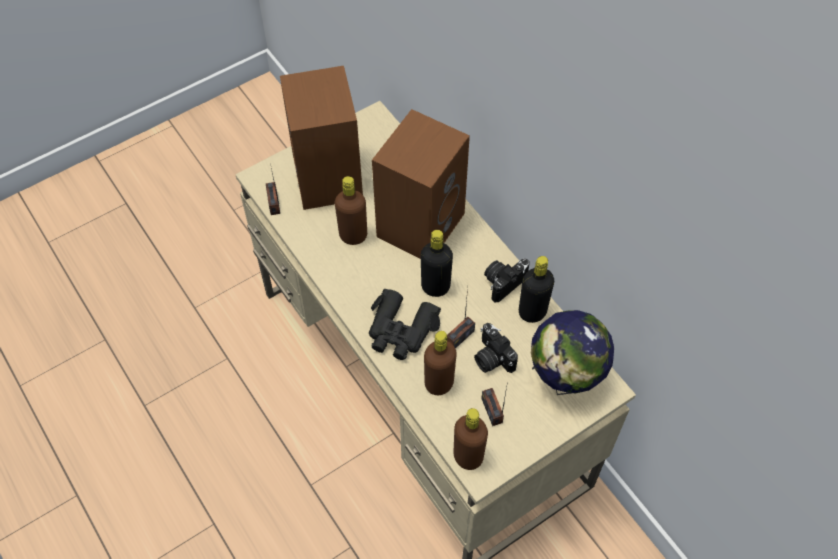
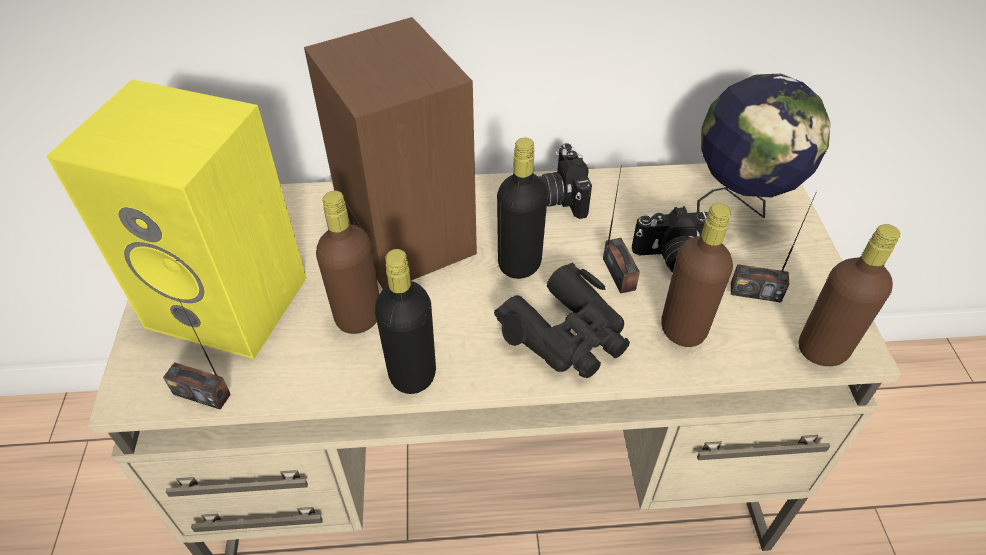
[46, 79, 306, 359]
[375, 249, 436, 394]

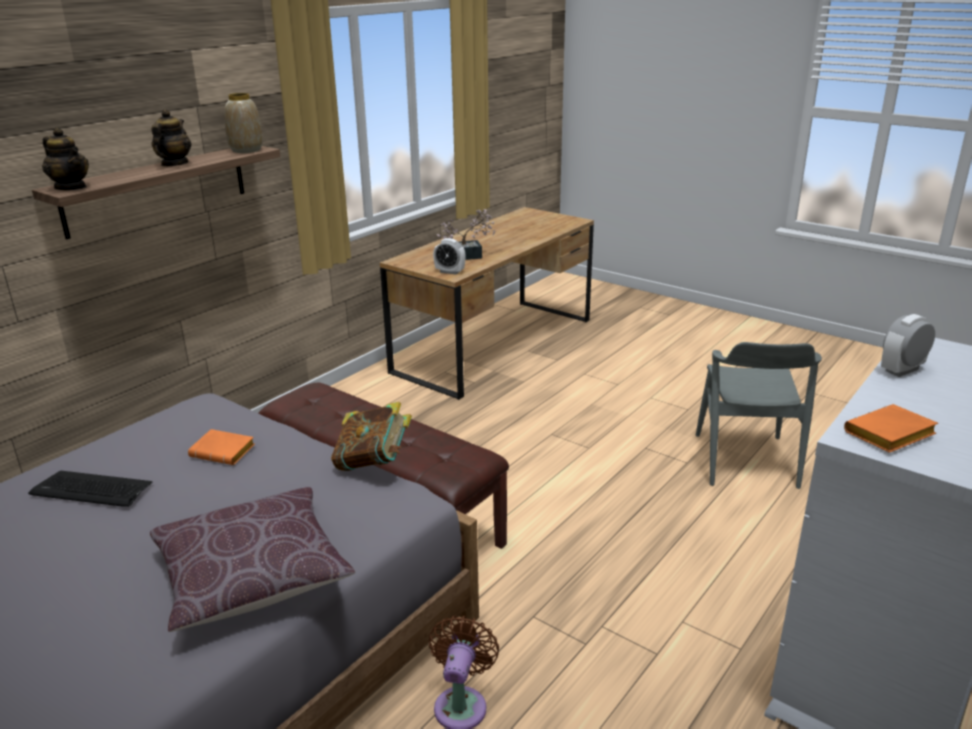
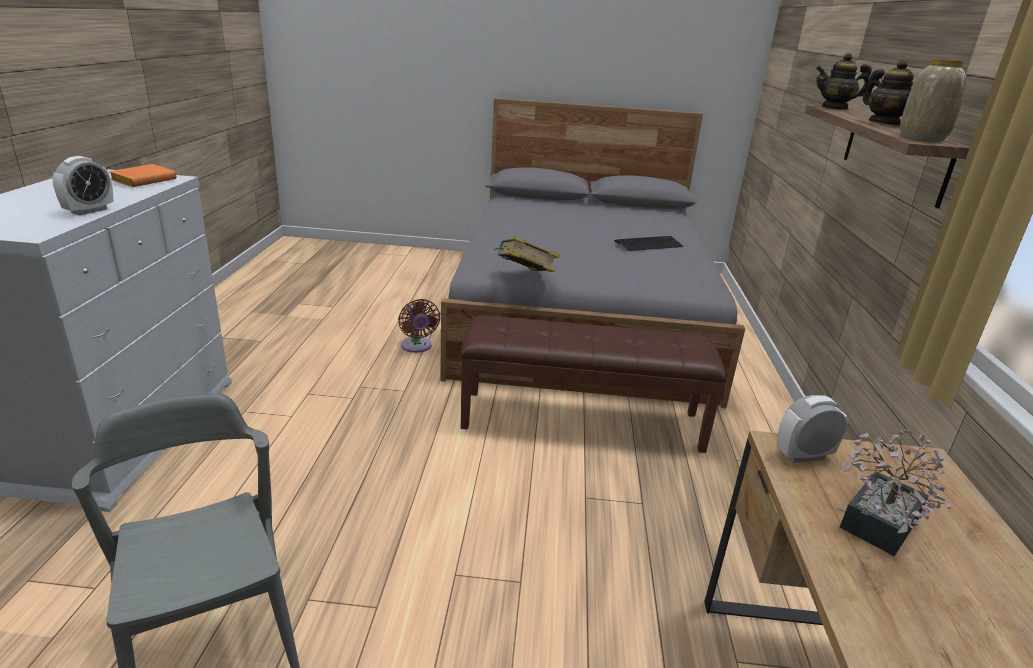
[150, 487, 355, 632] (first image)
[188, 429, 255, 465] (first image)

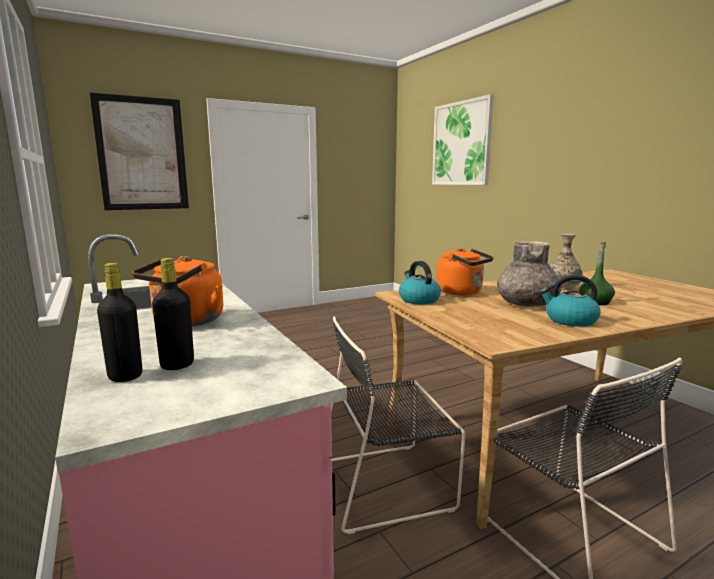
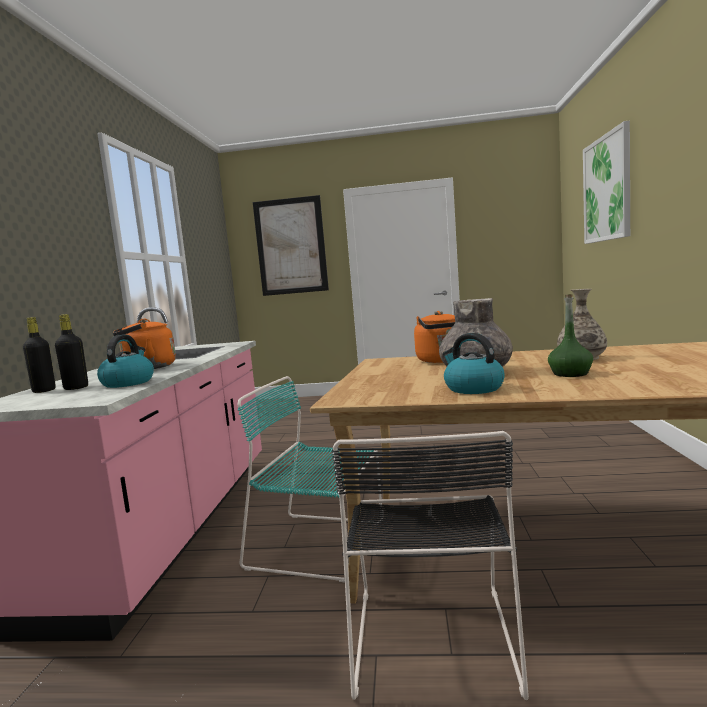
[238, 376, 383, 582]
[97, 334, 154, 388]

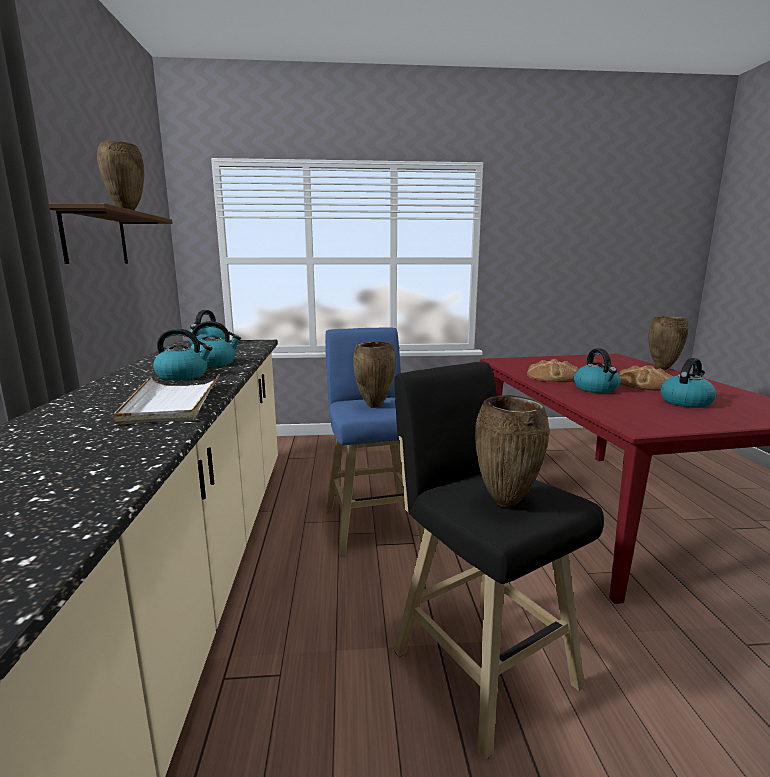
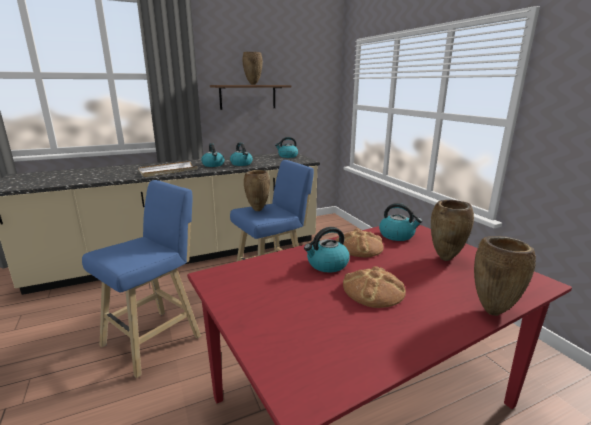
[82, 180, 201, 378]
[431, 200, 474, 261]
[379, 203, 422, 241]

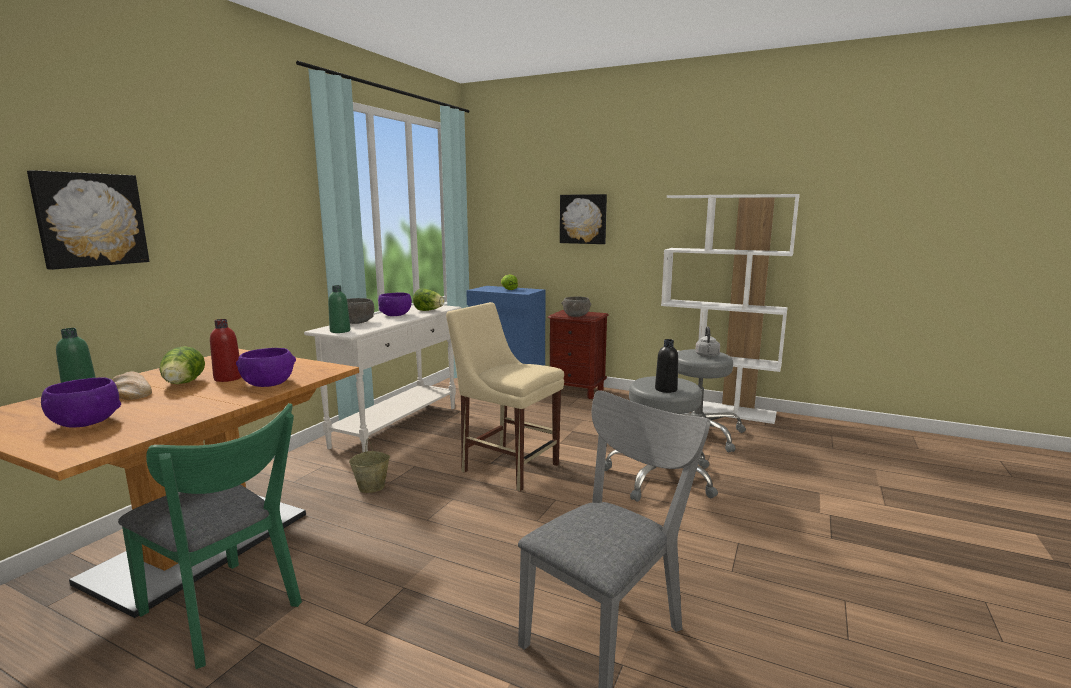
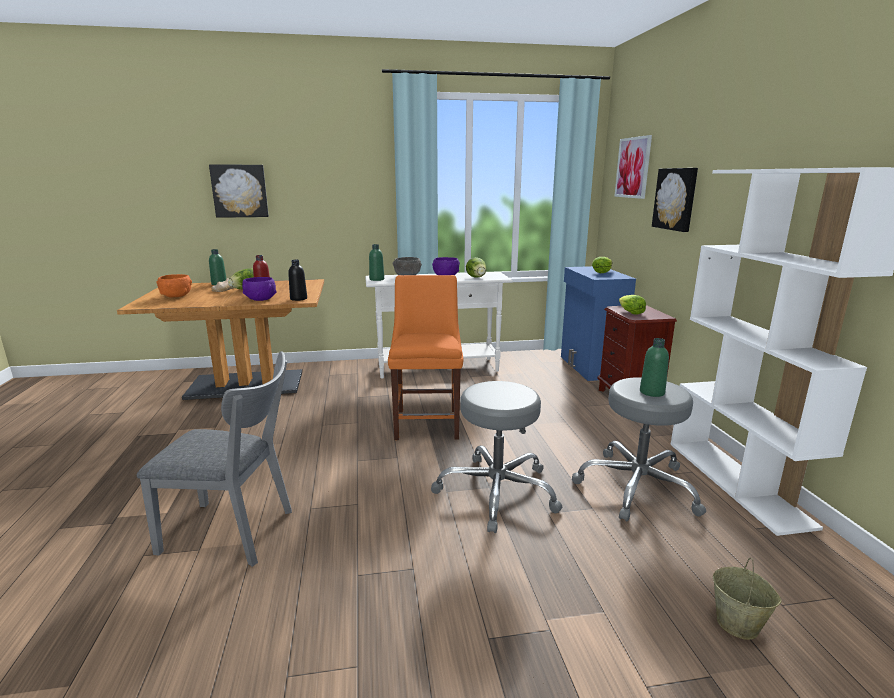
[156, 274, 192, 297]
[118, 403, 302, 669] (first image)
[713, 558, 782, 640]
[388, 275, 463, 440]
[619, 295, 646, 315]
[288, 260, 307, 301]
[640, 338, 669, 397]
[614, 135, 652, 199]

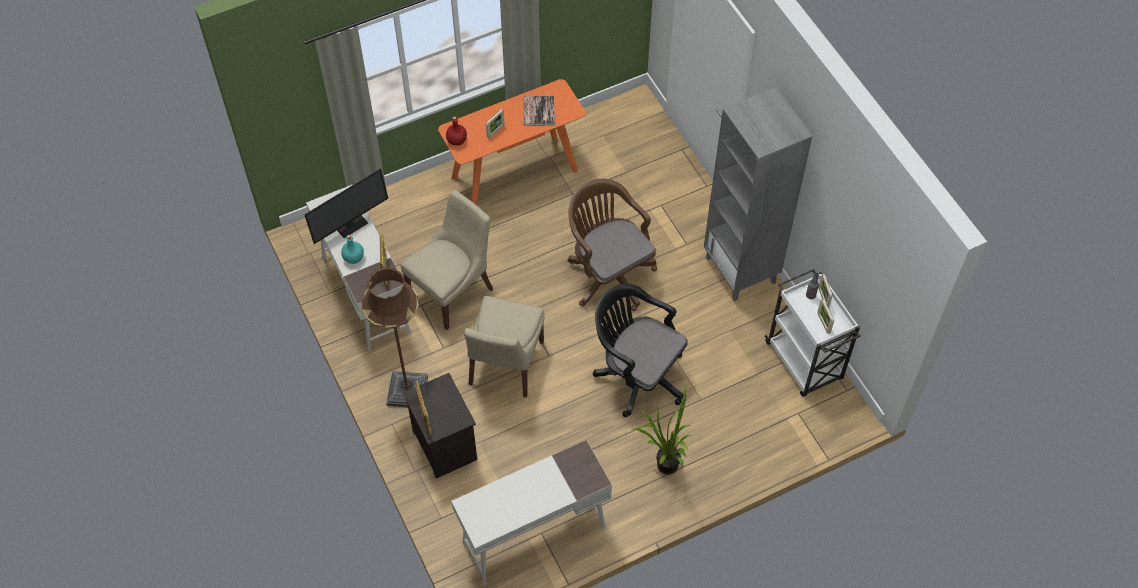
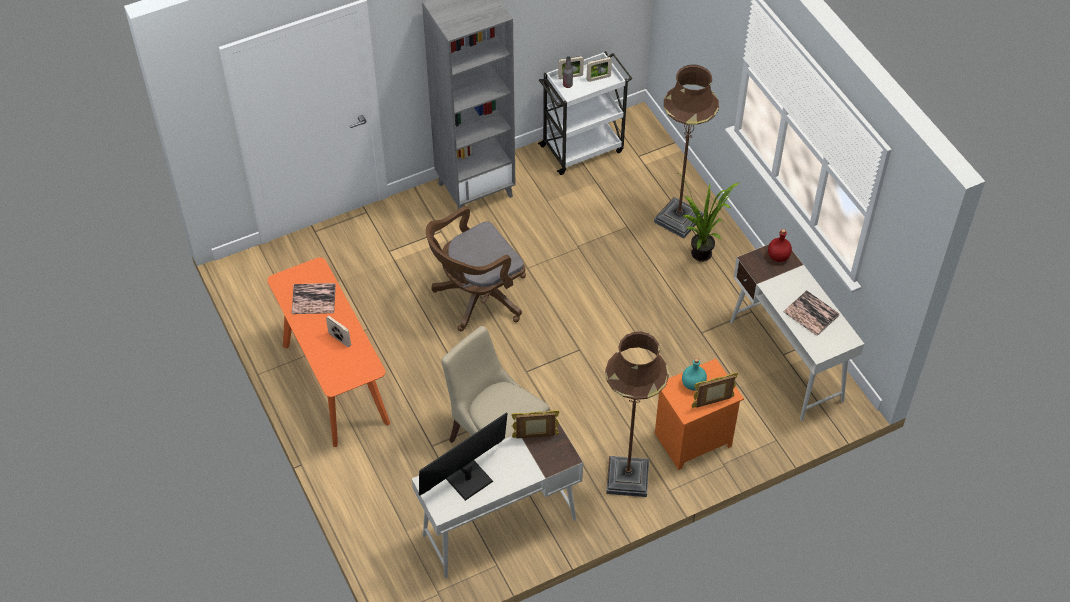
[419, 412, 508, 501]
[682, 358, 707, 391]
[655, 359, 744, 470]
[768, 229, 792, 262]
[464, 296, 545, 398] (first image)
[593, 284, 688, 417] (first image)
[654, 65, 719, 238]
[784, 290, 840, 336]

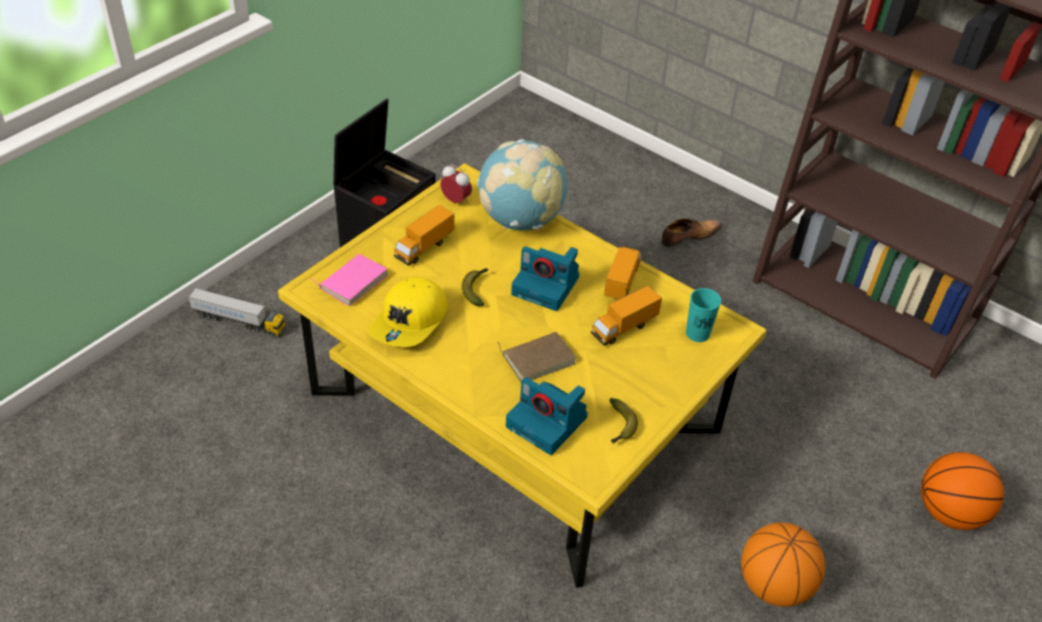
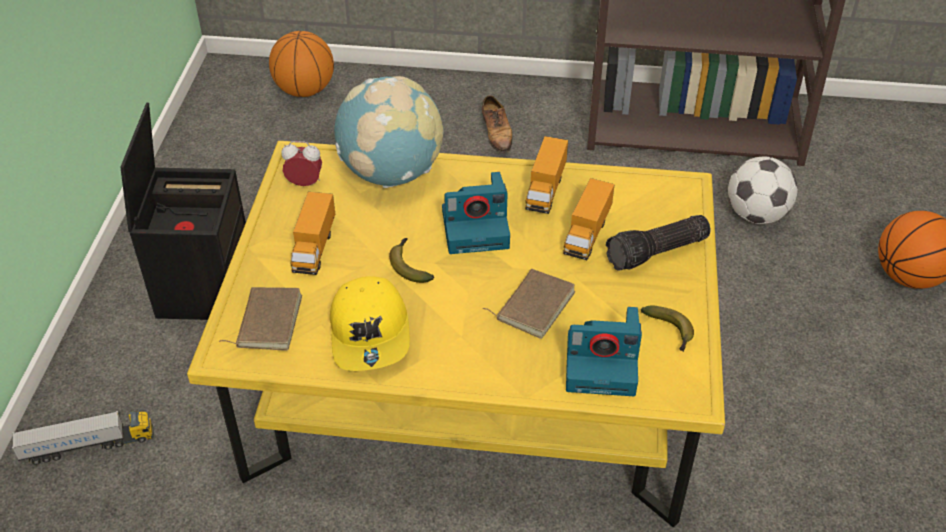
[219, 287, 302, 351]
[525, 136, 568, 214]
[482, 95, 512, 153]
[686, 288, 721, 342] (first image)
[269, 31, 334, 97]
[606, 215, 711, 271]
[728, 157, 798, 224]

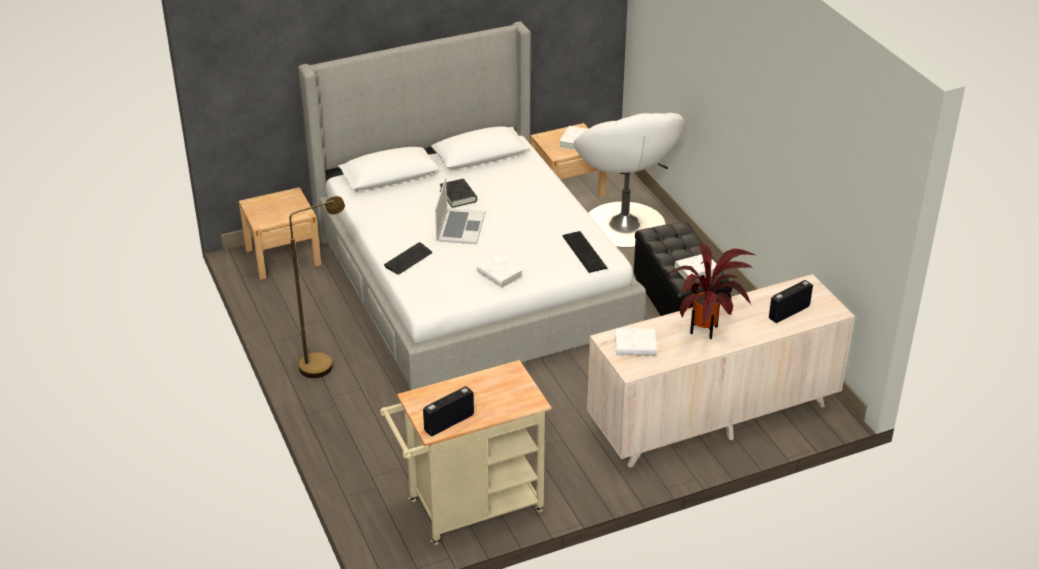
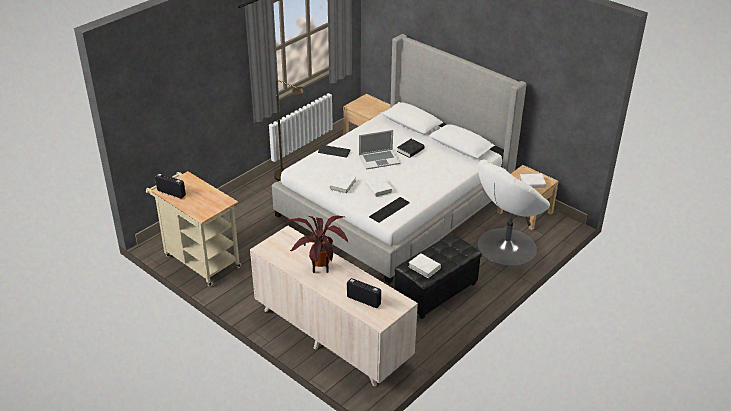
[366, 176, 393, 197]

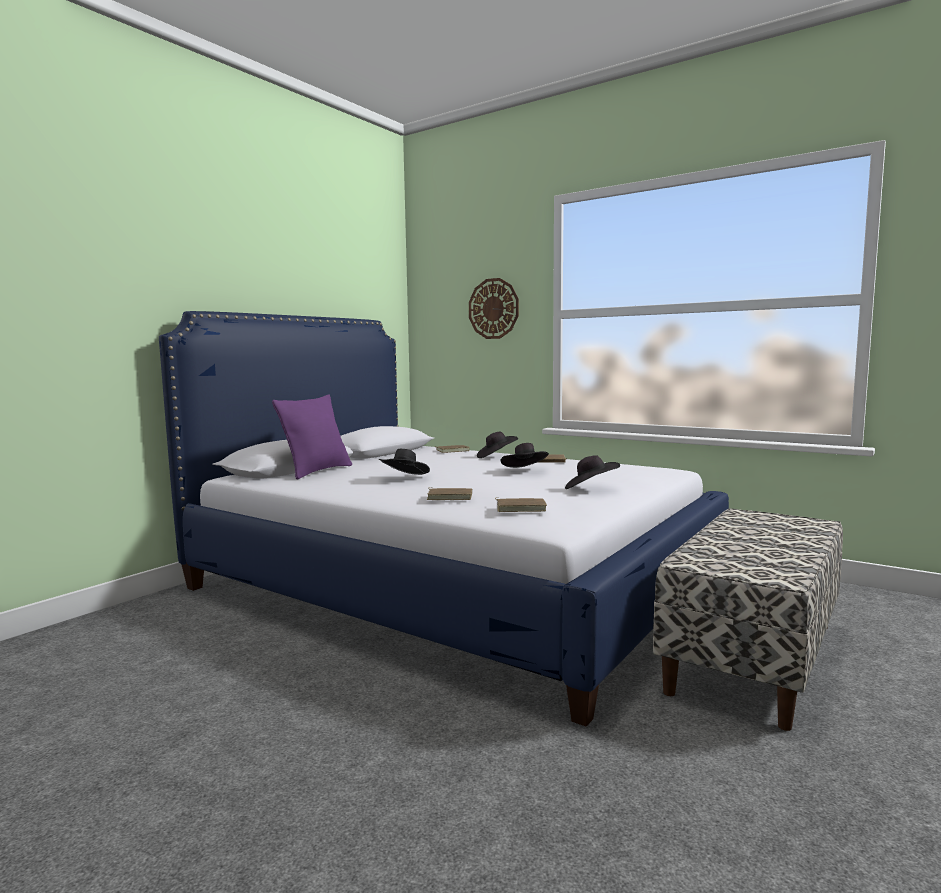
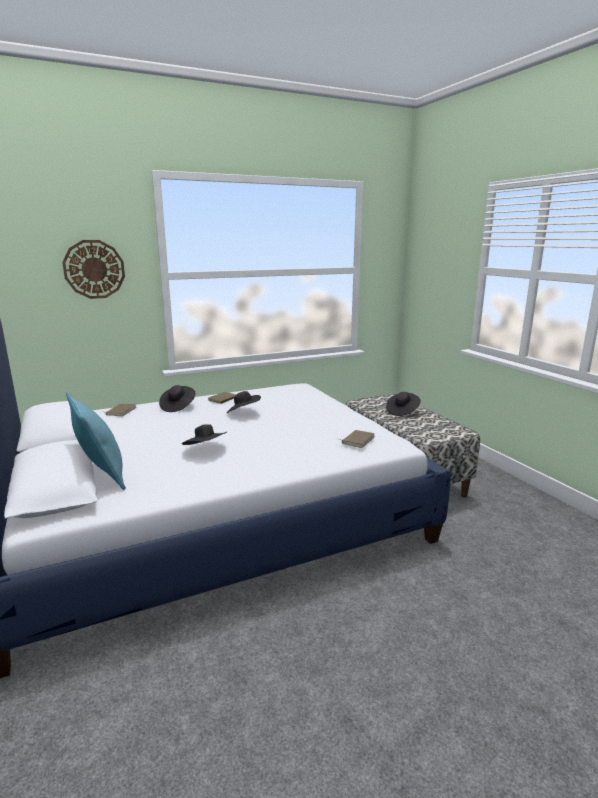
[66, 392, 126, 490]
[427, 487, 472, 500] (first image)
[386, 392, 420, 416]

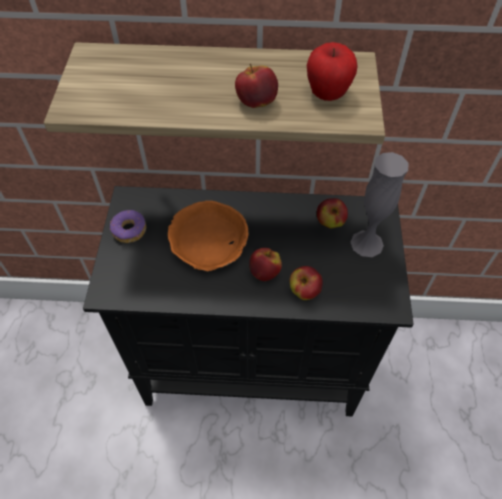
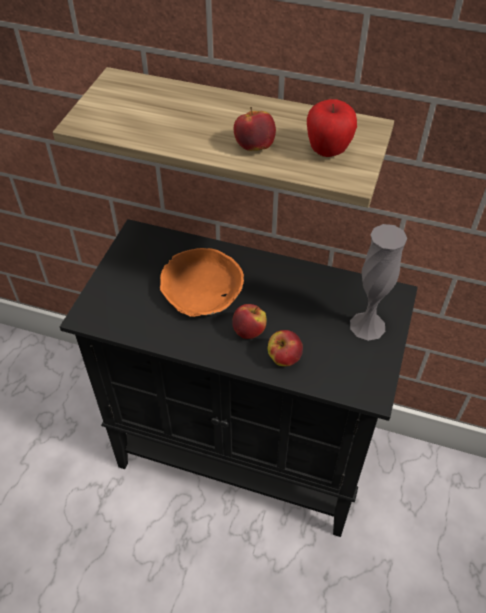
[110, 210, 146, 243] (first image)
[317, 198, 348, 228] (first image)

